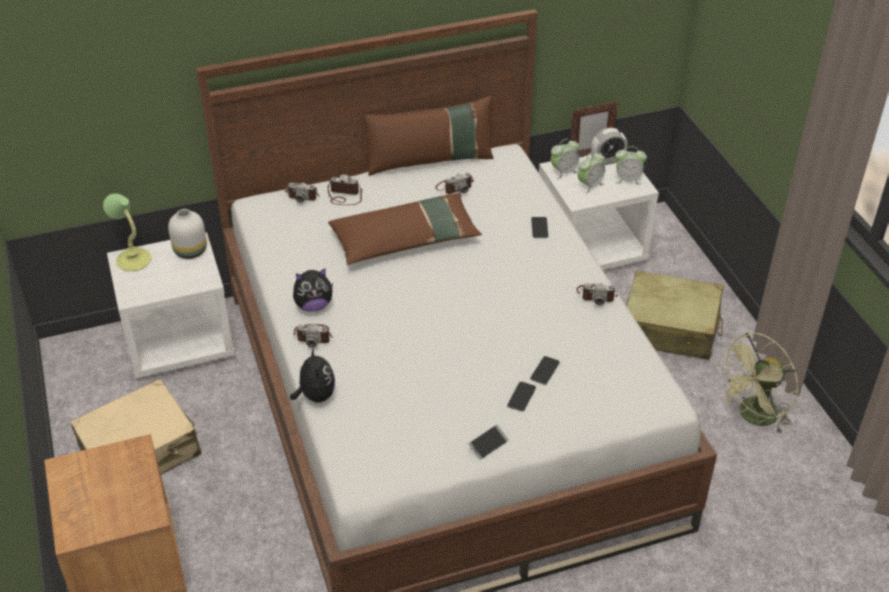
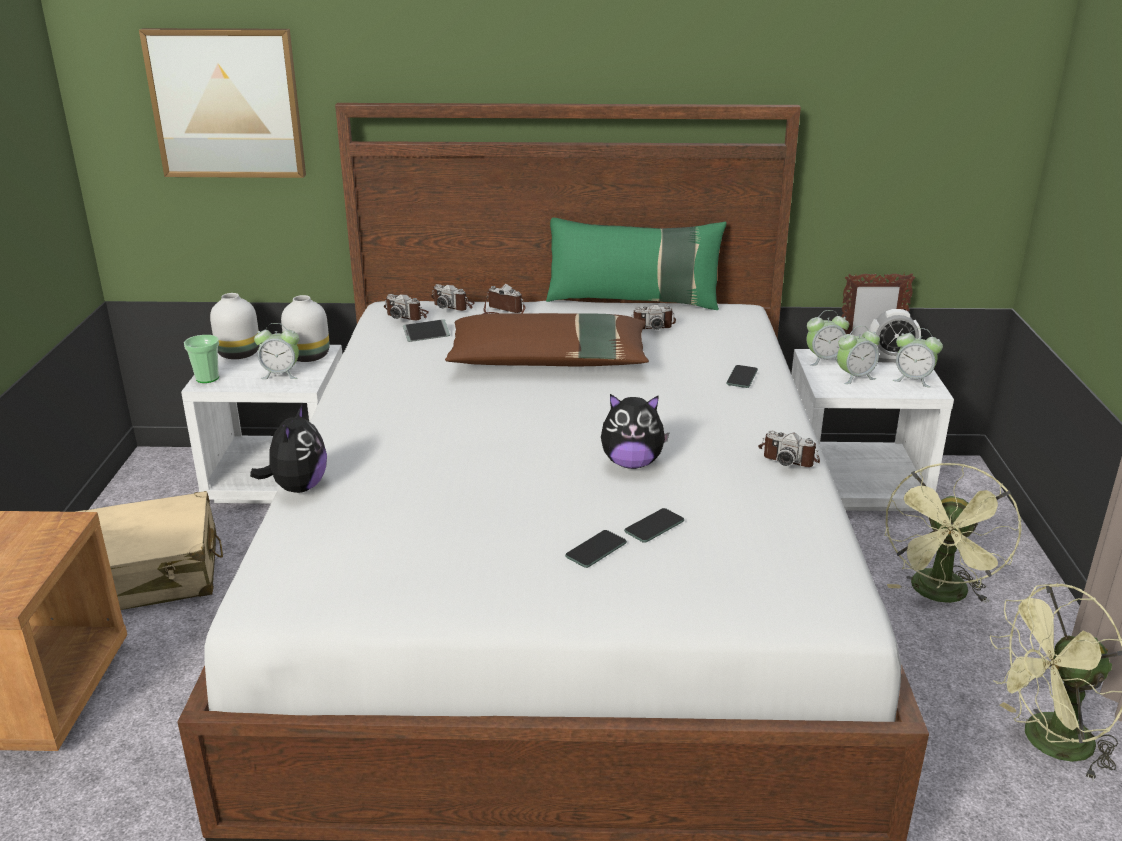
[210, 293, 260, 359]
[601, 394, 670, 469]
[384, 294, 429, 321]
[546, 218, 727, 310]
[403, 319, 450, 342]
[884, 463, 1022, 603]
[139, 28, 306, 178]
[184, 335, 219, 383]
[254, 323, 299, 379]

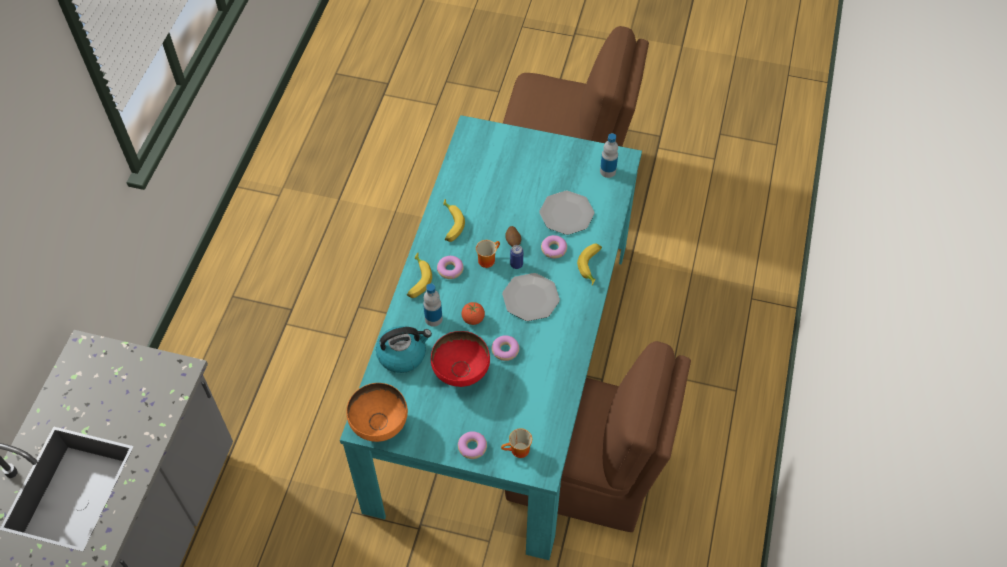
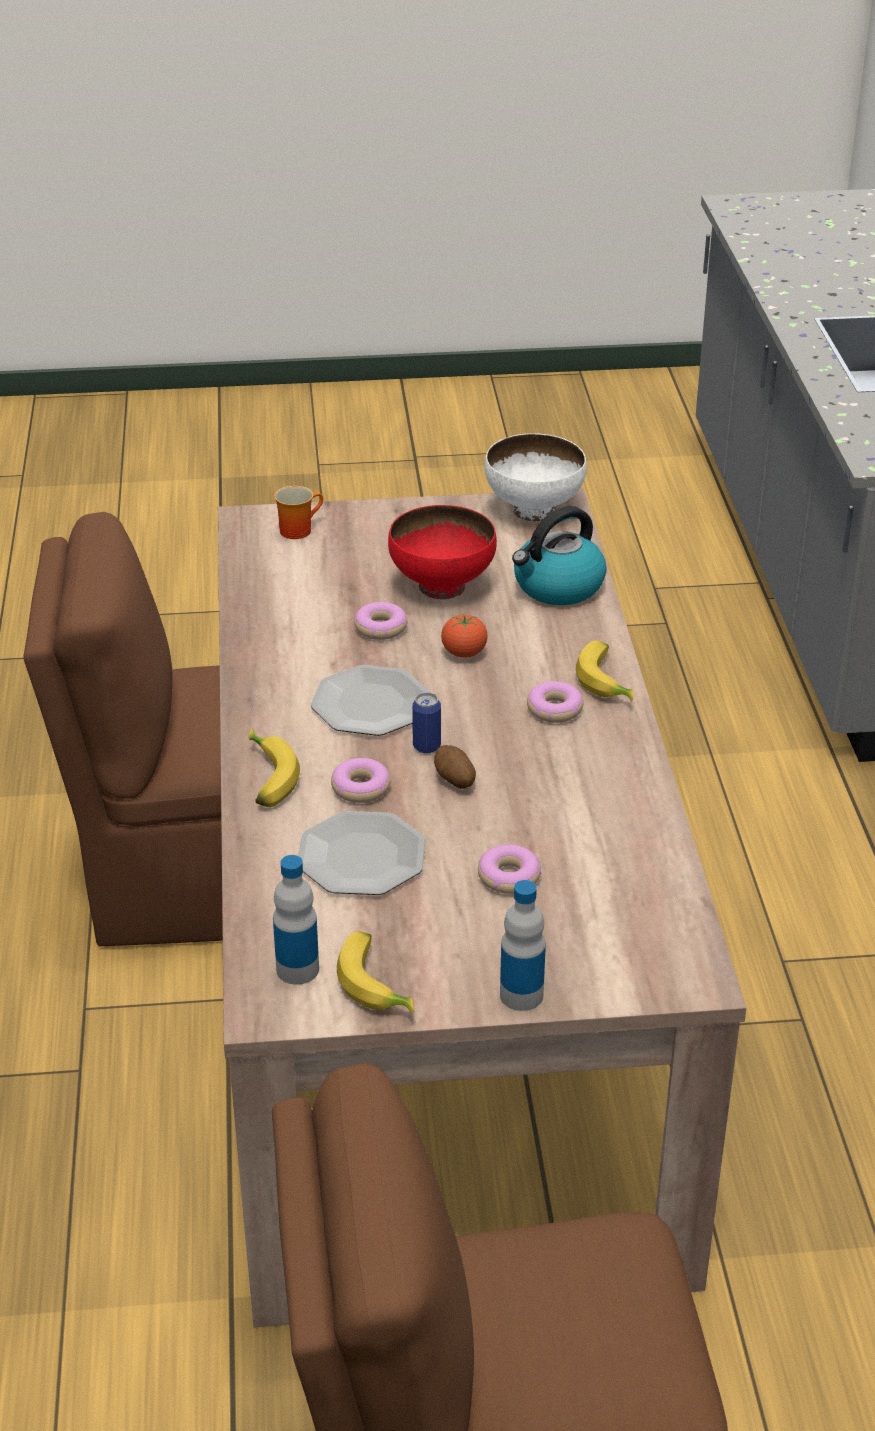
[218, 489, 747, 1328]
[485, 433, 587, 522]
[500, 880, 546, 1011]
[337, 931, 414, 1014]
[478, 844, 541, 894]
[476, 240, 500, 268] (first image)

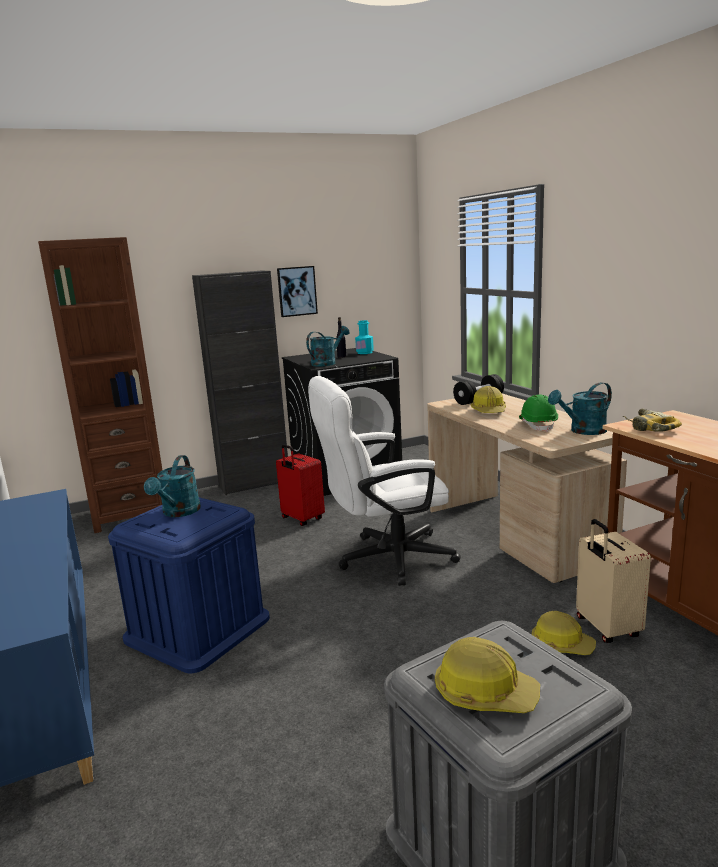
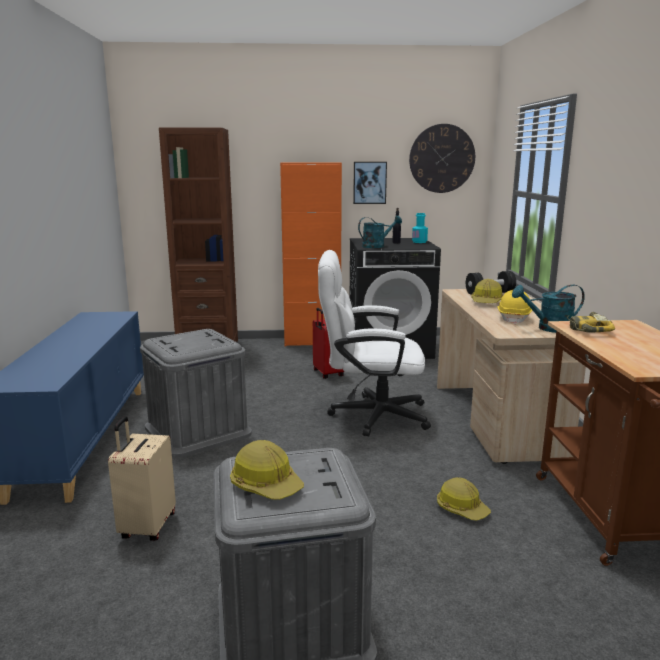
[140, 329, 252, 458]
[144, 455, 201, 517] (first image)
[280, 162, 342, 346]
[498, 290, 532, 324]
[108, 416, 176, 541]
[409, 124, 475, 193]

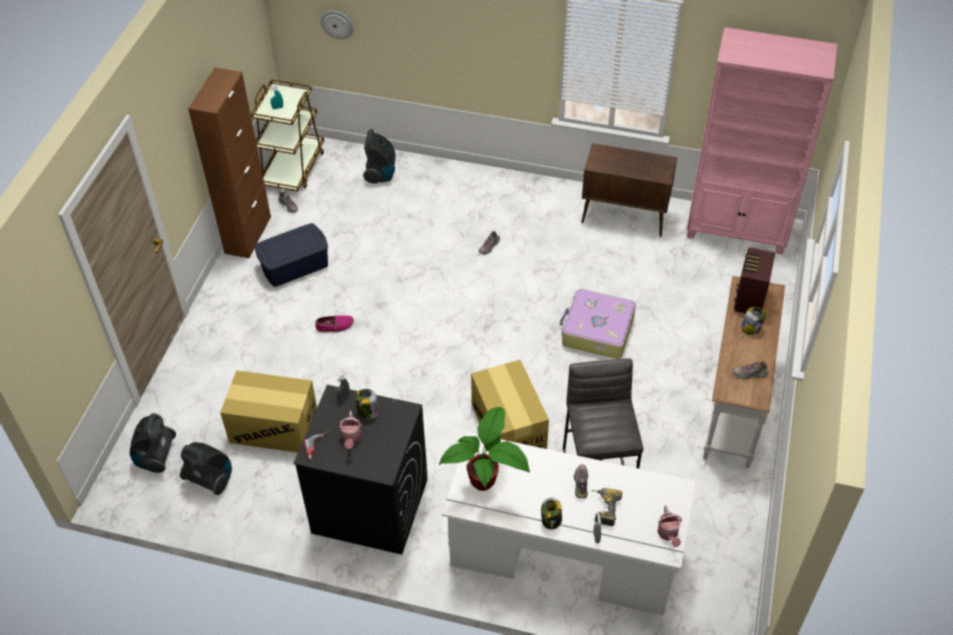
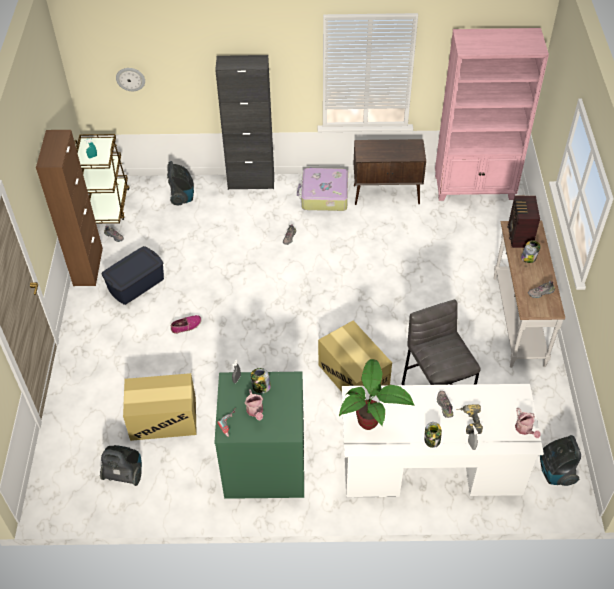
[540, 435, 581, 486]
[214, 372, 304, 499]
[297, 168, 348, 211]
[215, 55, 274, 190]

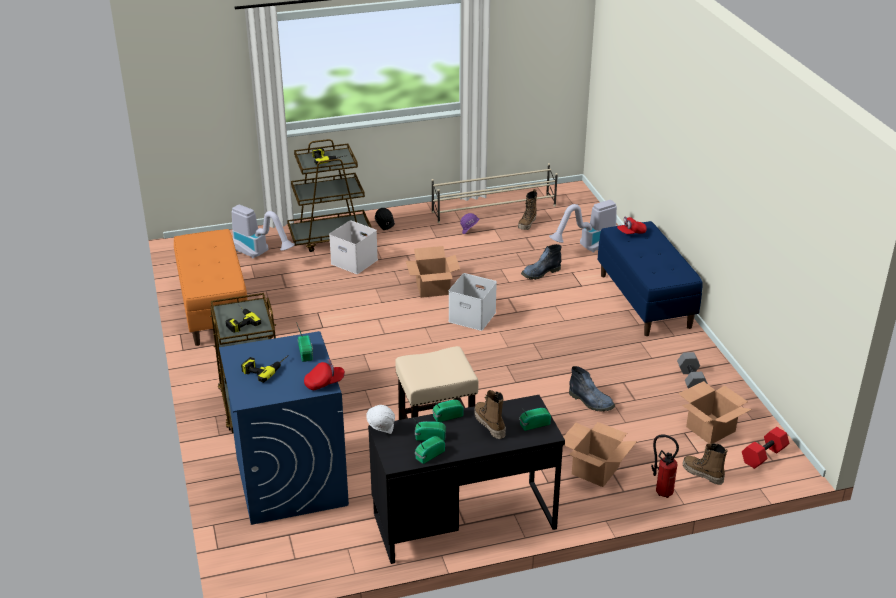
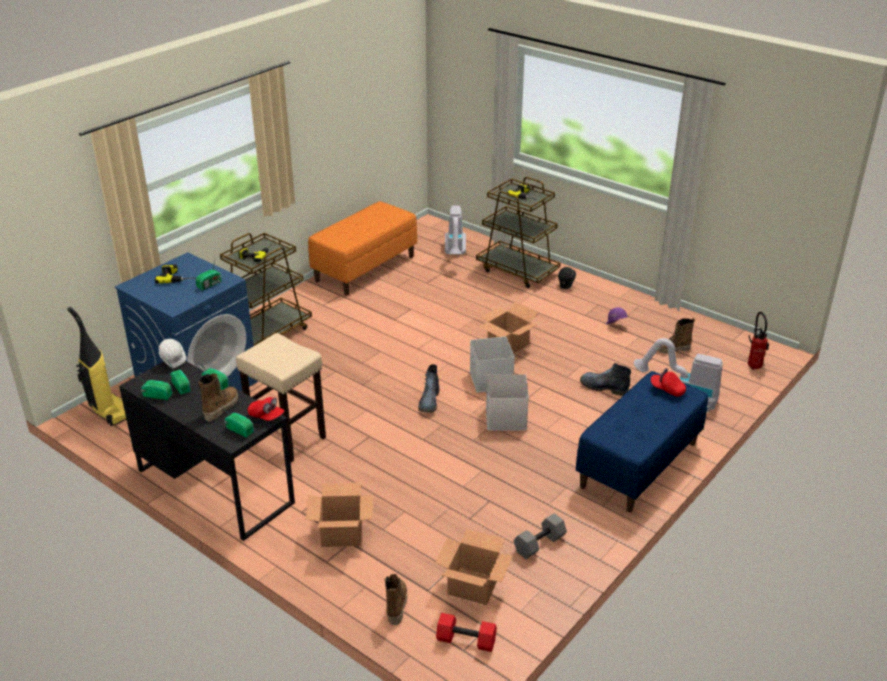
[247, 397, 284, 421]
[486, 374, 529, 431]
[432, 163, 558, 223] (first image)
[418, 364, 440, 413]
[748, 312, 769, 370]
[67, 307, 127, 426]

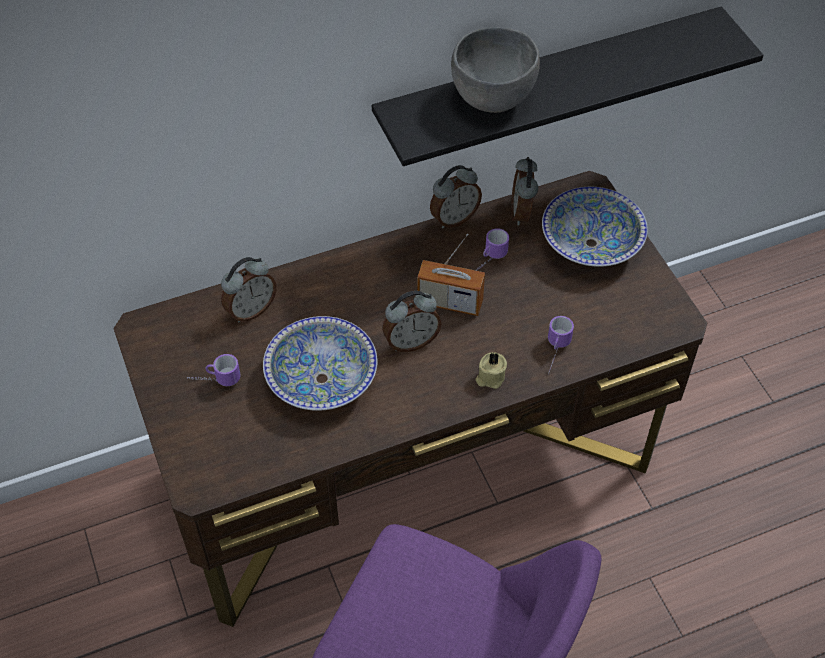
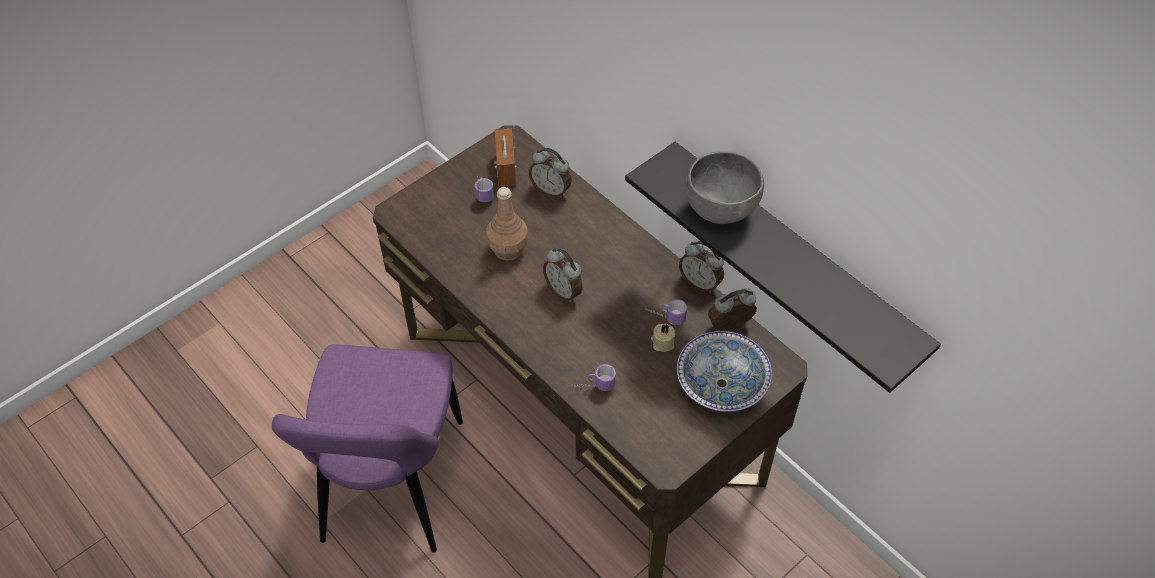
[486, 187, 528, 261]
[494, 126, 517, 187]
[651, 323, 675, 352]

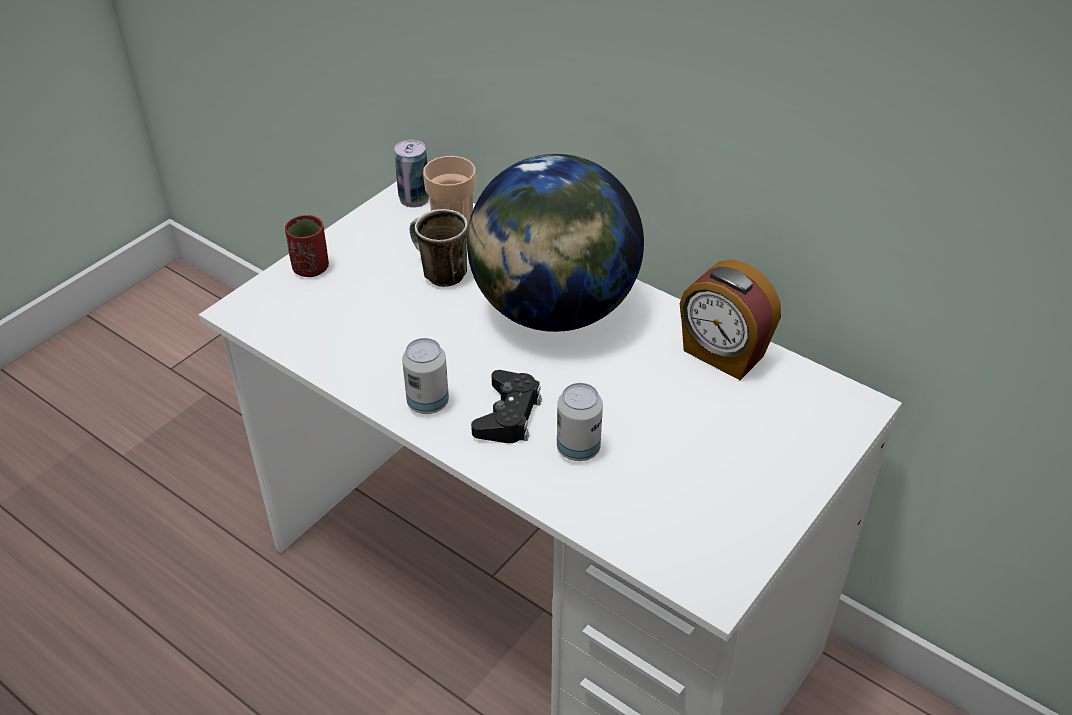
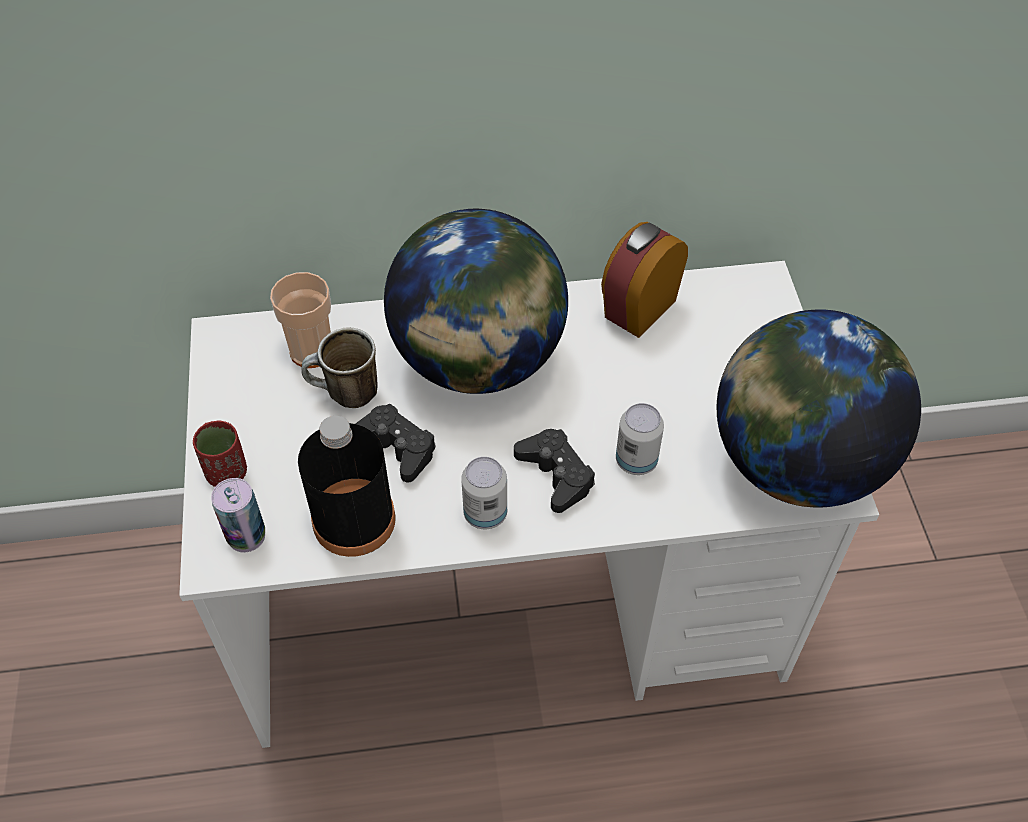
[211, 478, 265, 553]
[601, 222, 688, 338]
[298, 416, 396, 557]
[355, 403, 436, 482]
[717, 309, 921, 508]

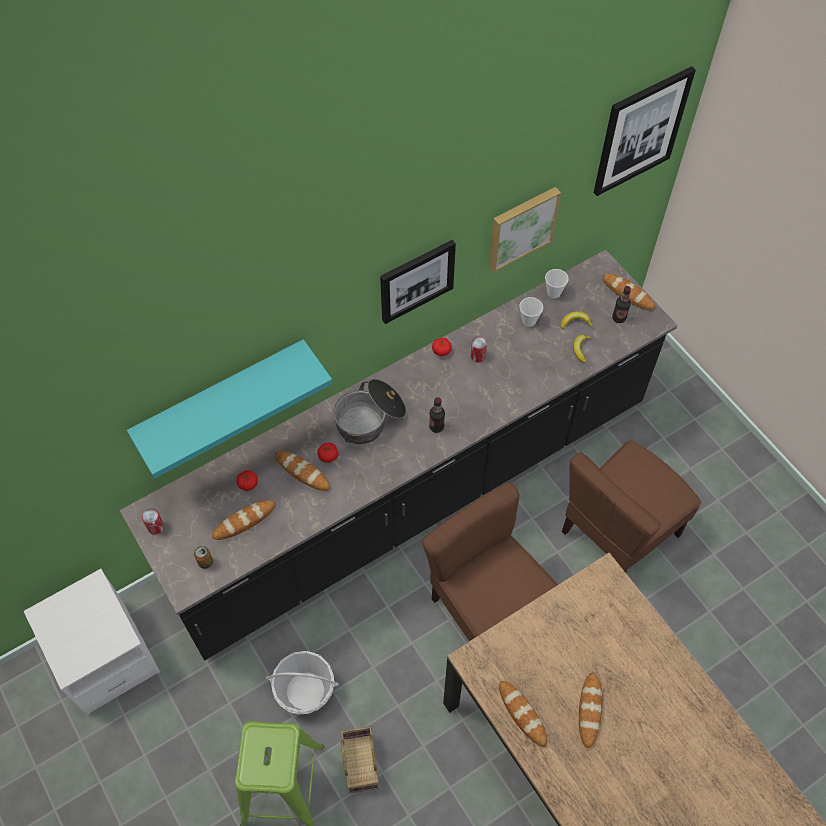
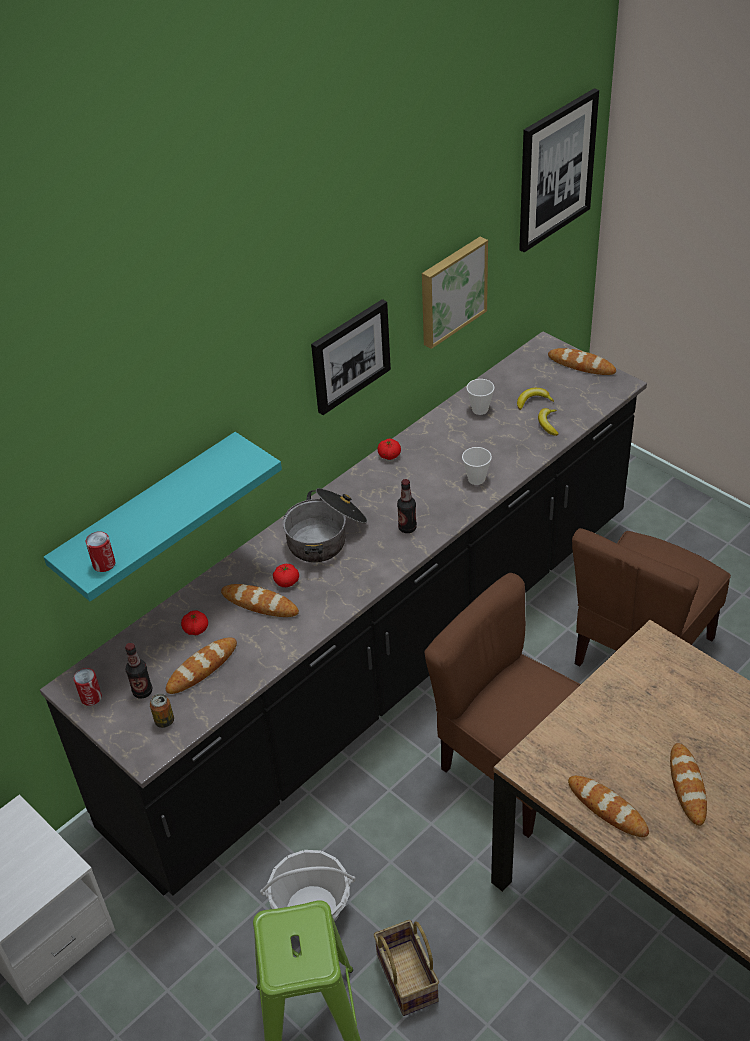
[86, 531, 115, 572]
[462, 447, 492, 485]
[125, 643, 152, 699]

